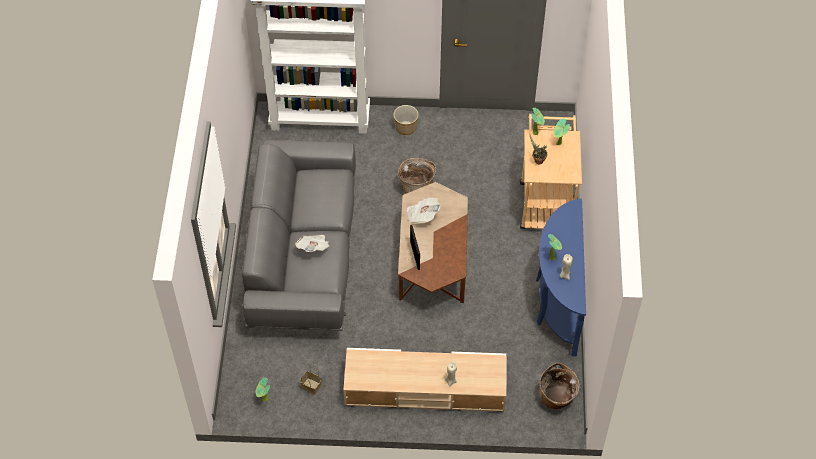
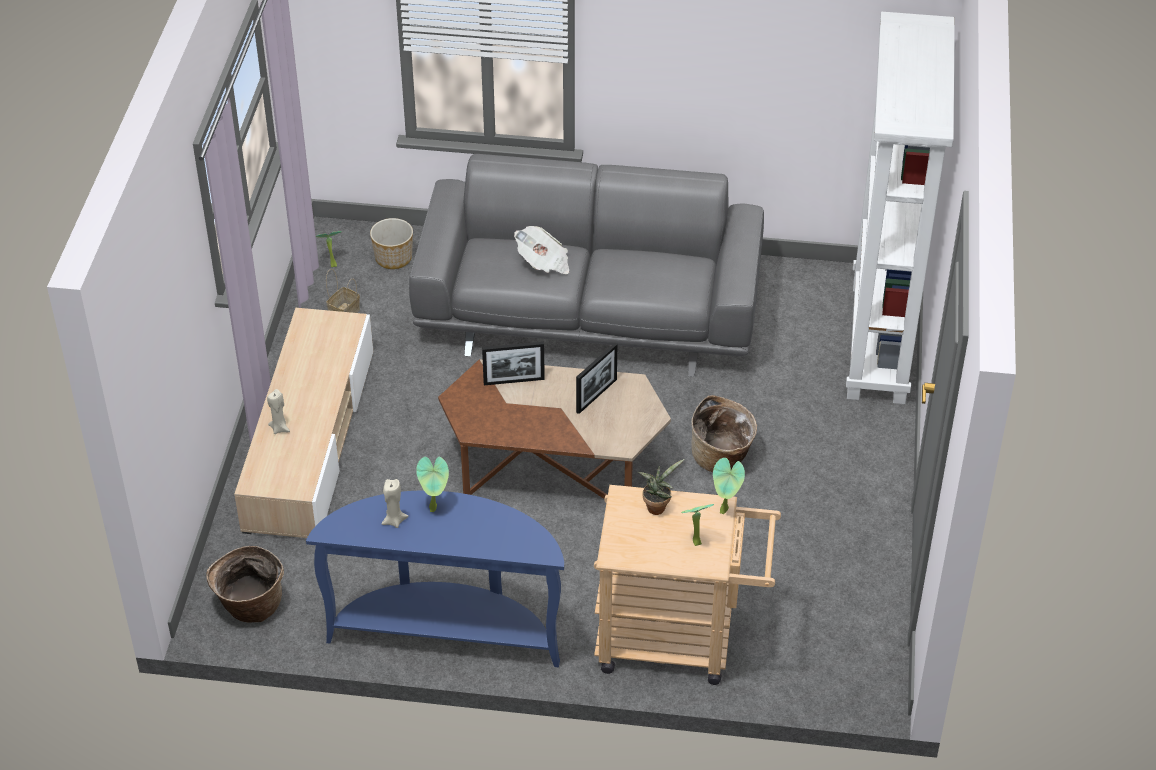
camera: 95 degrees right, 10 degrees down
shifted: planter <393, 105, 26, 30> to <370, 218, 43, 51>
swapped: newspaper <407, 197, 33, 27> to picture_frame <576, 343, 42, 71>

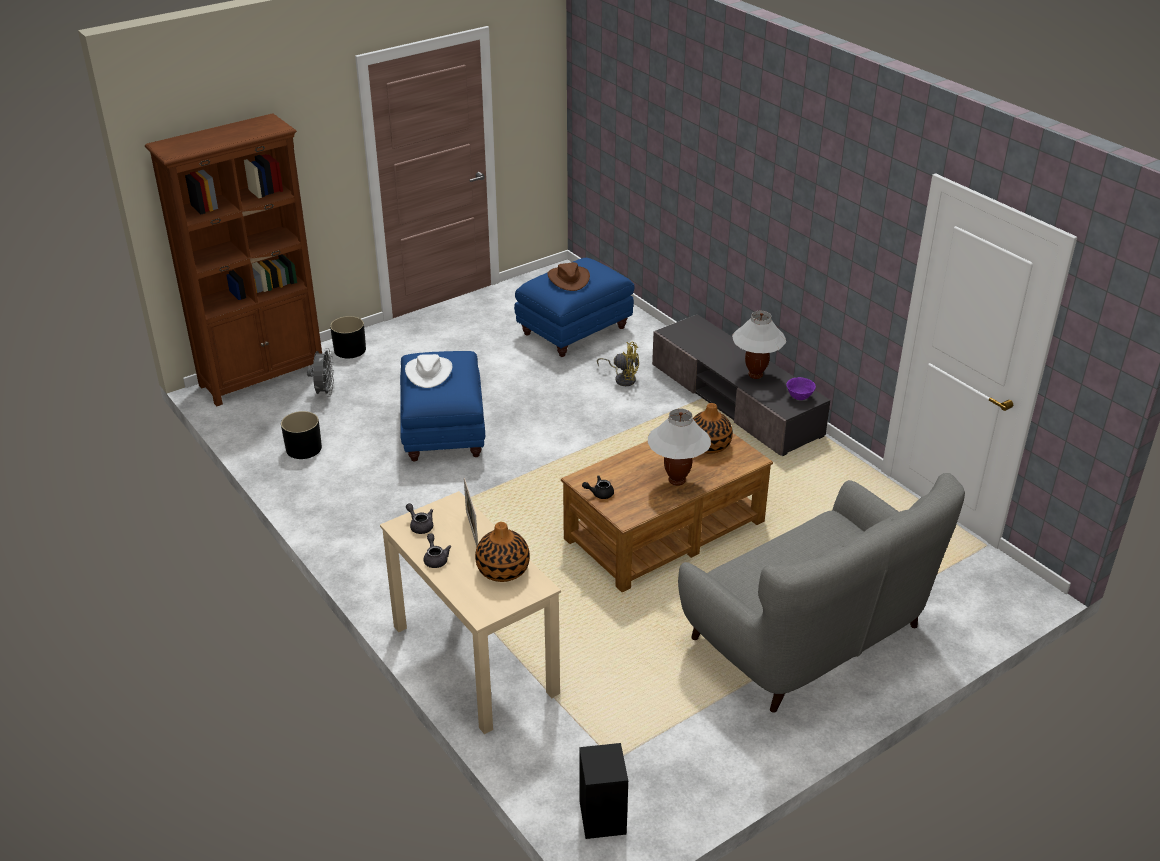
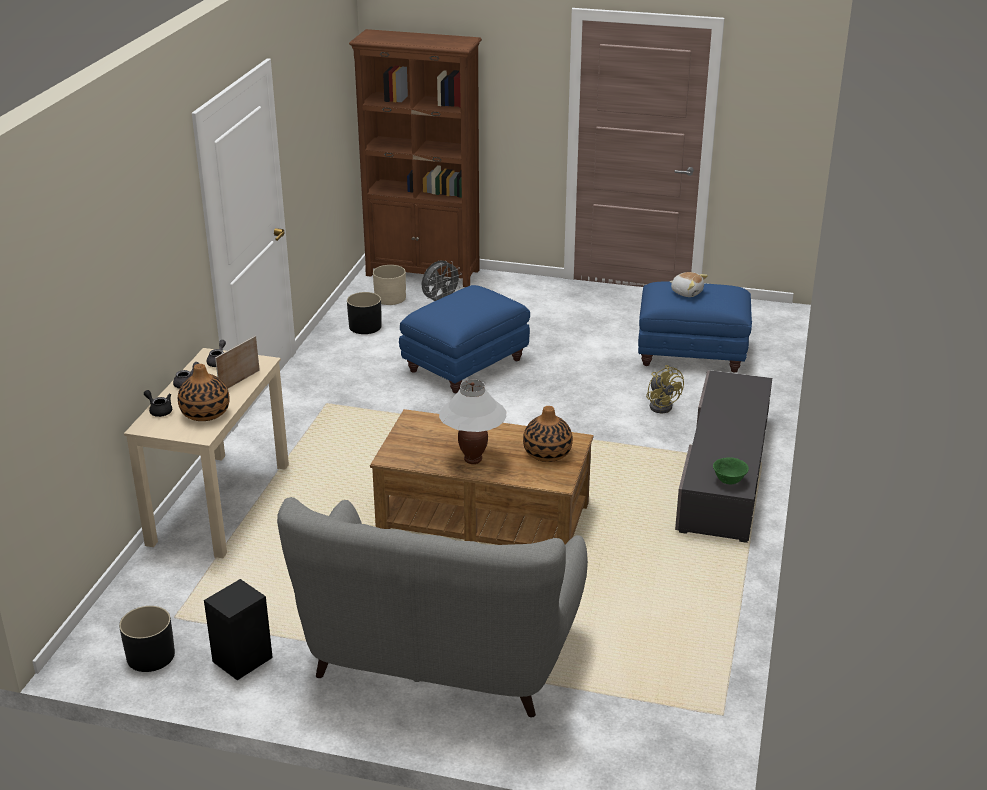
camera: 50 degrees right, 5 degrees down
gone: white_hat <405, 354, 47, 34>; white_table_lamp <732, 311, 54, 68>
new: beige_planter <373, 265, 33, 40>
shifted: black_planter <330, 316, 36, 42> to <119, 606, 56, 66>; black_speaker <579, 743, 49, 96> to <204, 579, 69, 101>; black_teapot <582, 475, 32, 24> to <144, 390, 28, 27>
swapped: brown_hat <547, 262, 43, 29> to plush_toy <670, 272, 38, 25>
repainted: purple_bowl <786, 377, 30, 23> to green_bowl <713, 457, 36, 28>

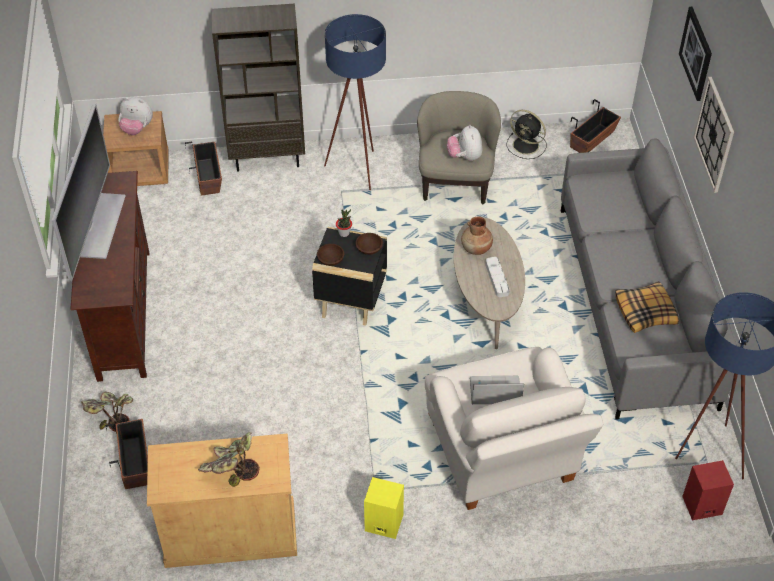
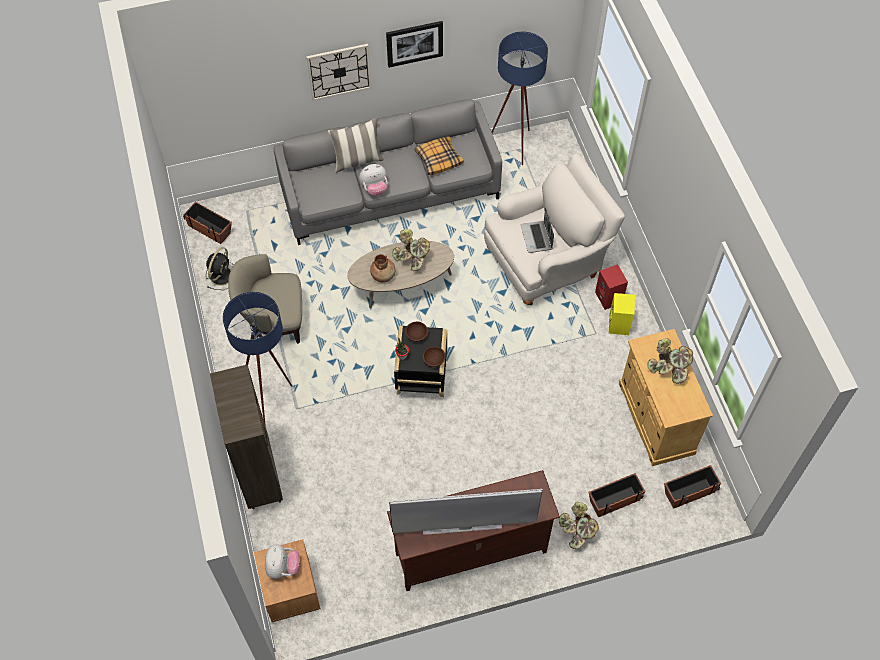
camera: 100 degrees left, 10 degrees up
new: pillow <328, 118, 56, 55>
shifted: planter <185, 142, 37, 54> to <664, 465, 57, 44>; plush_toy <447, 125, 35, 36> to <359, 164, 28, 32>; picture <679, 7, 33, 94> to <386, 21, 57, 47>; red_speaker <682, 460, 52, 60> to <595, 264, 33, 46>
swapped: grey_tray <486, 257, 23, 40> to potted_plant <392, 229, 38, 42>

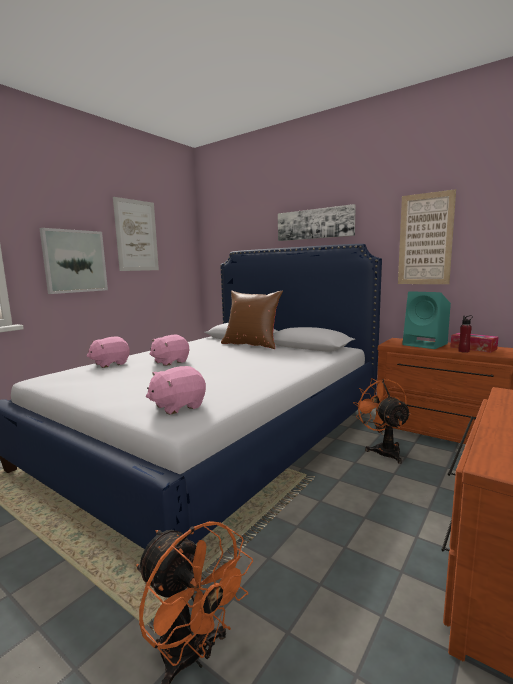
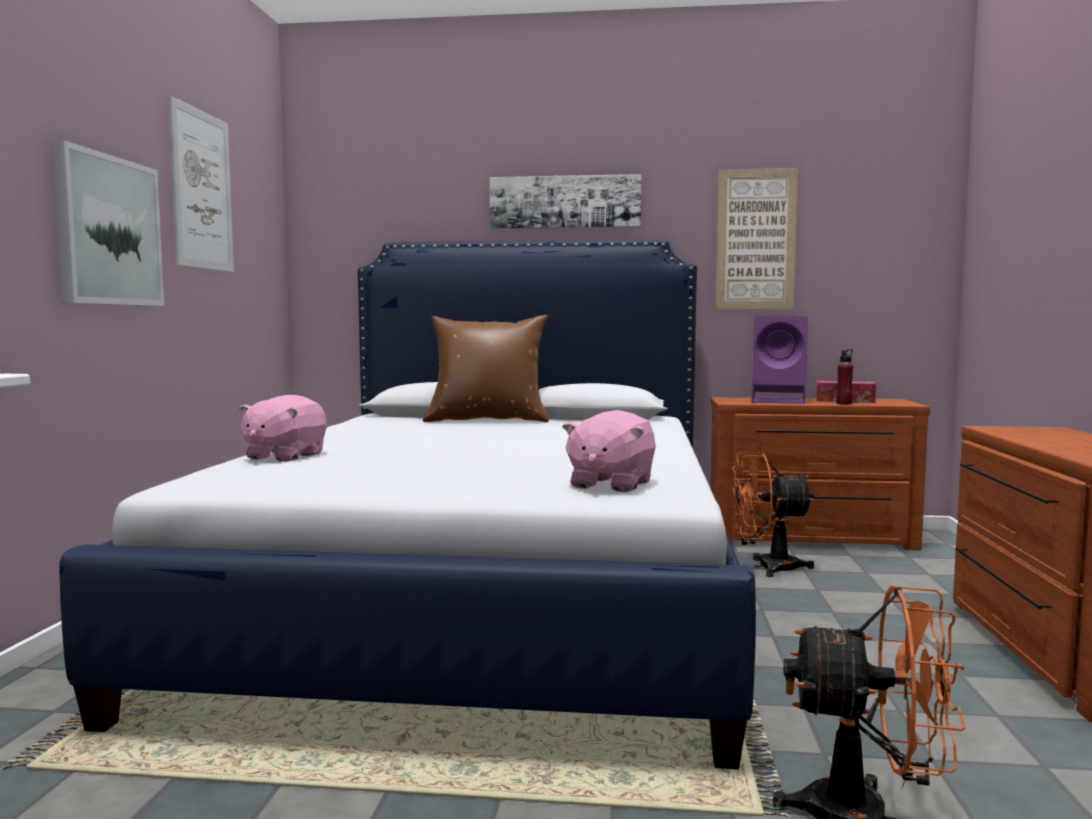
camera: 30 degrees left, 5 degrees down
gone: pink_plush_toy <150, 335, 39, 31>
repainted: turquoise_speaker <402, 291, 49, 58> to purple_speaker <751, 316, 57, 88>
rotated: orange_fan <353, 378, 58, 86> = <731, 451, 83, 126> 45 degrees counterclockwise

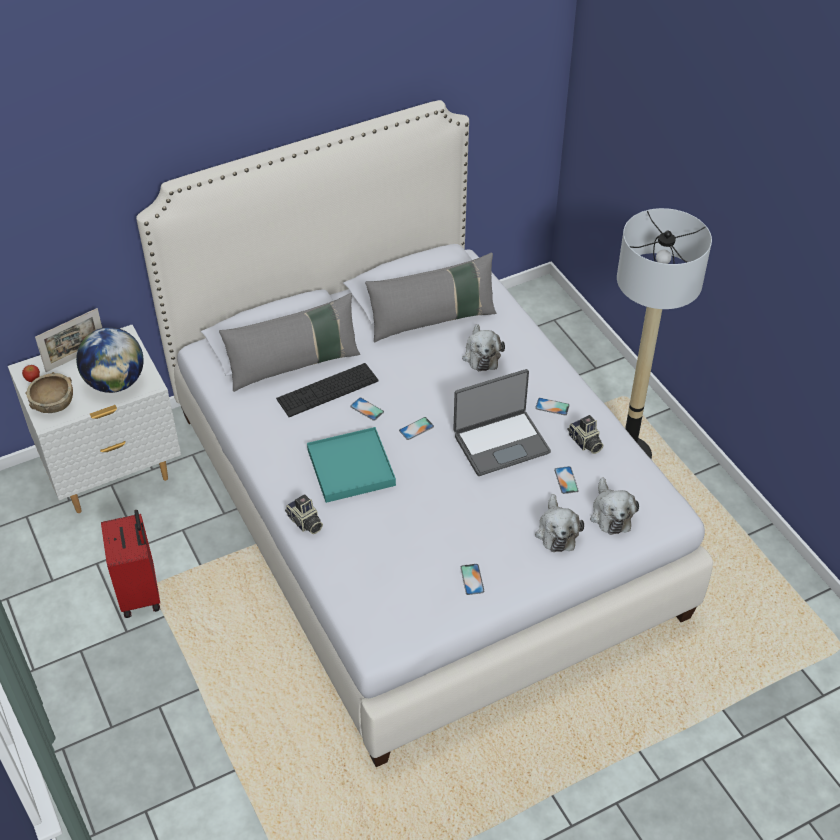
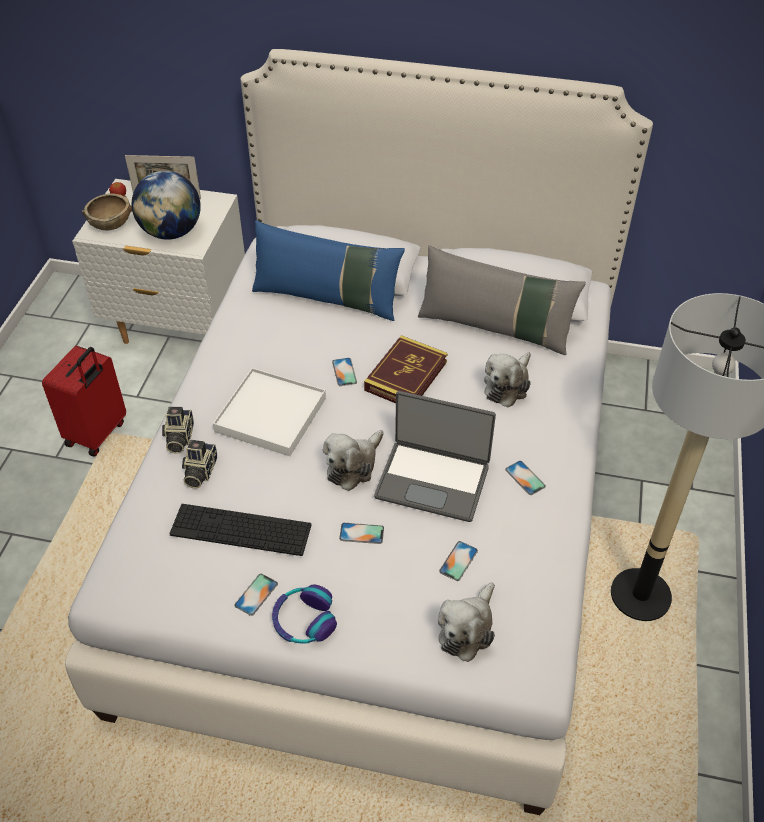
camera: 40 degrees right, 0 degrees up
new: headphones <272, 585, 65, 59>; book <364, 335, 84, 68>
shifted: keyboard <276, 363, 103, 54> to <169, 504, 143, 52>; phone <399, 417, 35, 23> to <339, 523, 45, 21>; plush_toy <535, 494, 49, 58> to <323, 430, 60, 61>; photo_camera <567, 415, 36, 39> to <182, 440, 35, 48>
repainted: grey_pillow <219, 293, 141, 99> to blue_pillow <252, 220, 153, 101>; turquoise_tray <307, 427, 89, 76> to white_tray <213, 368, 113, 88>

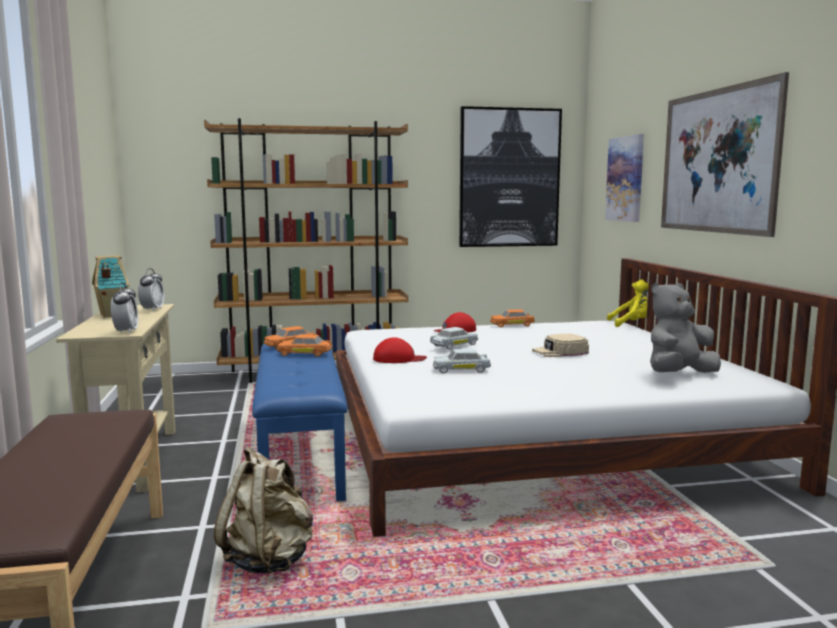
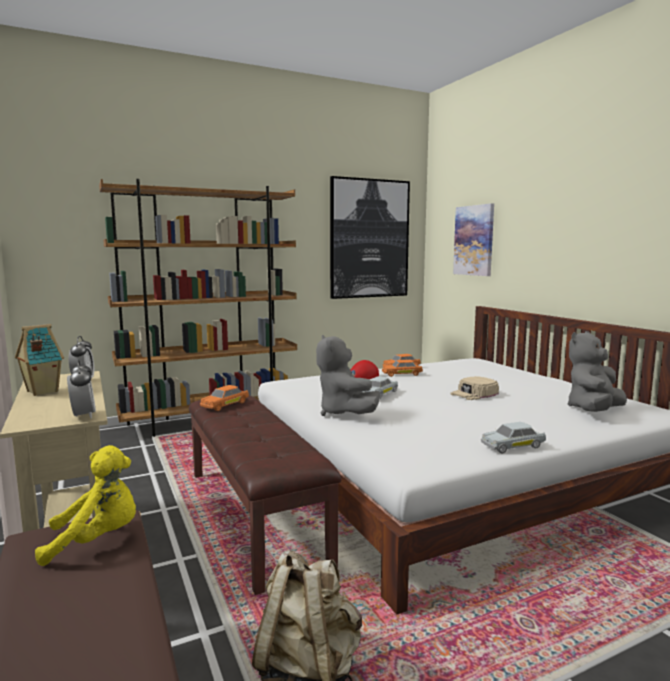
camera: 15 degrees left, 0 degrees up
gone: picture <661, 72, 128, 165>
shifted: orange_toy_car <277, 334, 55, 23> to <382, 360, 41, 17>; white_toy_car <433, 349, 58, 24> to <481, 422, 65, 32>; yellow_plush_toy <607, 279, 42, 48> to <35, 445, 101, 121>
swapped: red_cap <373, 337, 54, 26> to grey_plush_toy <316, 335, 64, 81>
repainted: blue_bench <252, 344, 96, 158> to brown_bench <189, 395, 153, 200>

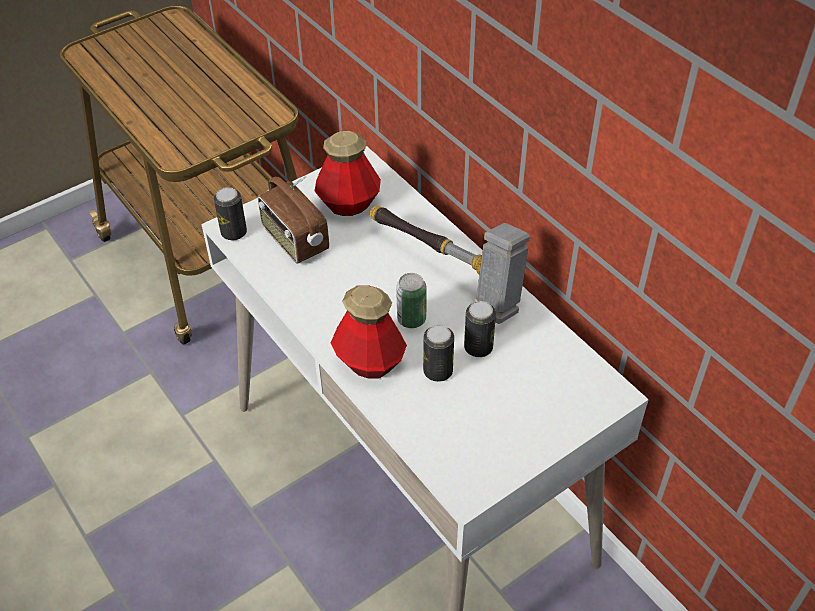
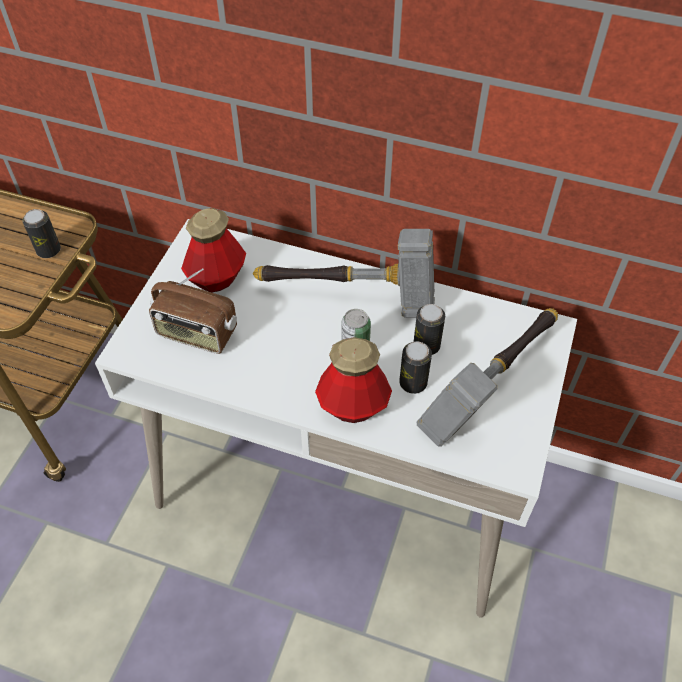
camera: 35 degrees left, 5 degrees up
new: hammer <417, 308, 141, 139>
shifted: can <214, 187, 33, 53> to <23, 209, 38, 49>

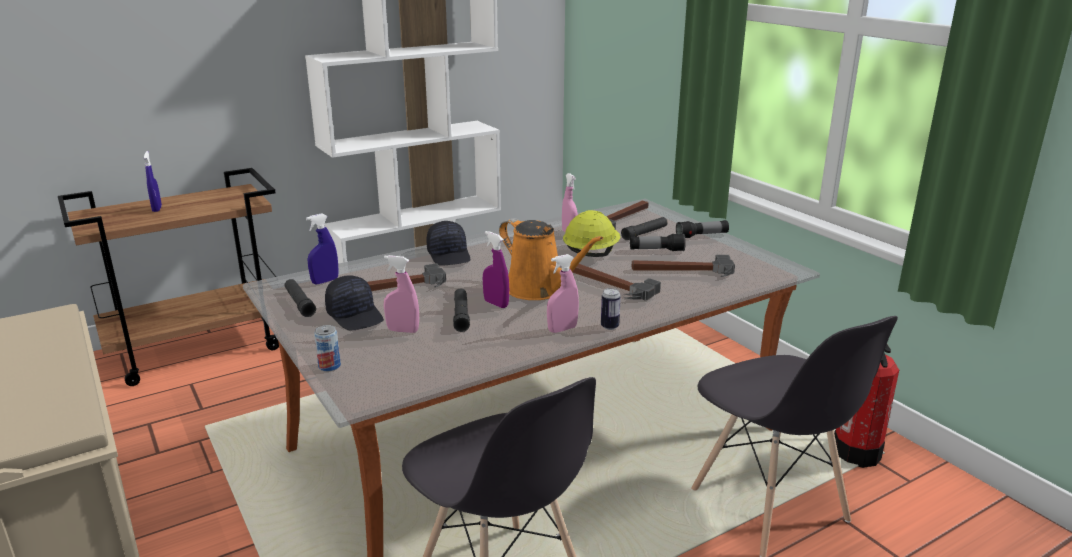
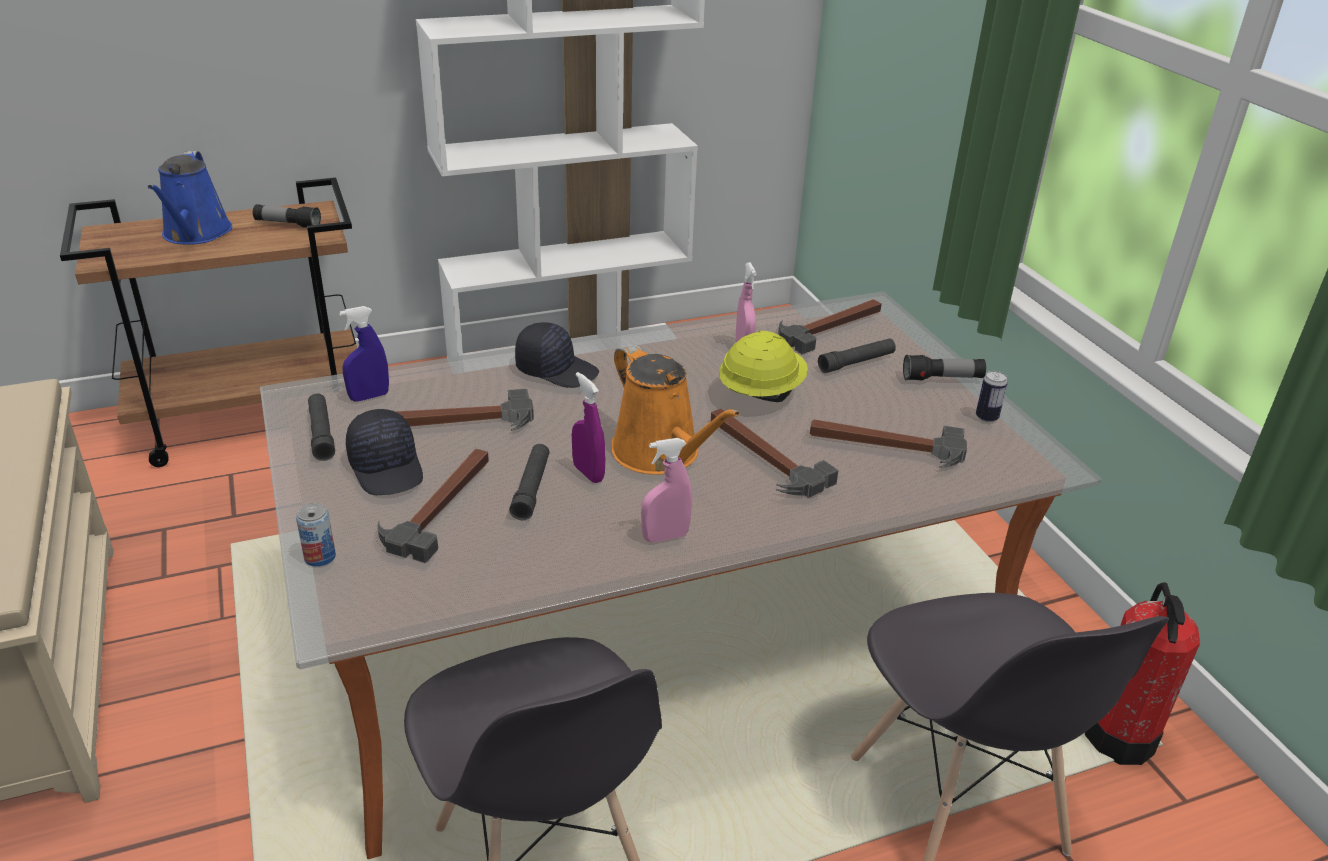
camera: 10 degrees right, 10 degrees up
shifted: can <601, 288, 20, 42> to <976, 371, 32, 51>; flashlight <630, 234, 56, 17> to <253, 204, 68, 23>
swapped: blue_spray_bottle <144, 151, 18, 61> to blue_watering_can <148, 151, 84, 94>; pink_spray_bottle <384, 255, 35, 78> to hammer <377, 449, 112, 114>
rotated: black_cap <426, 221, 44, 45> = <515, 322, 84, 66> 60 degrees counterclockwise

